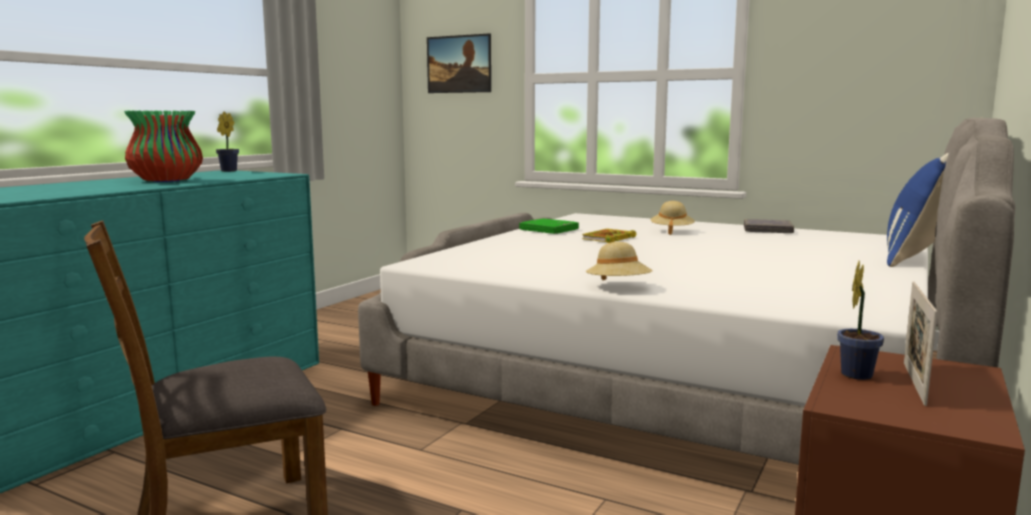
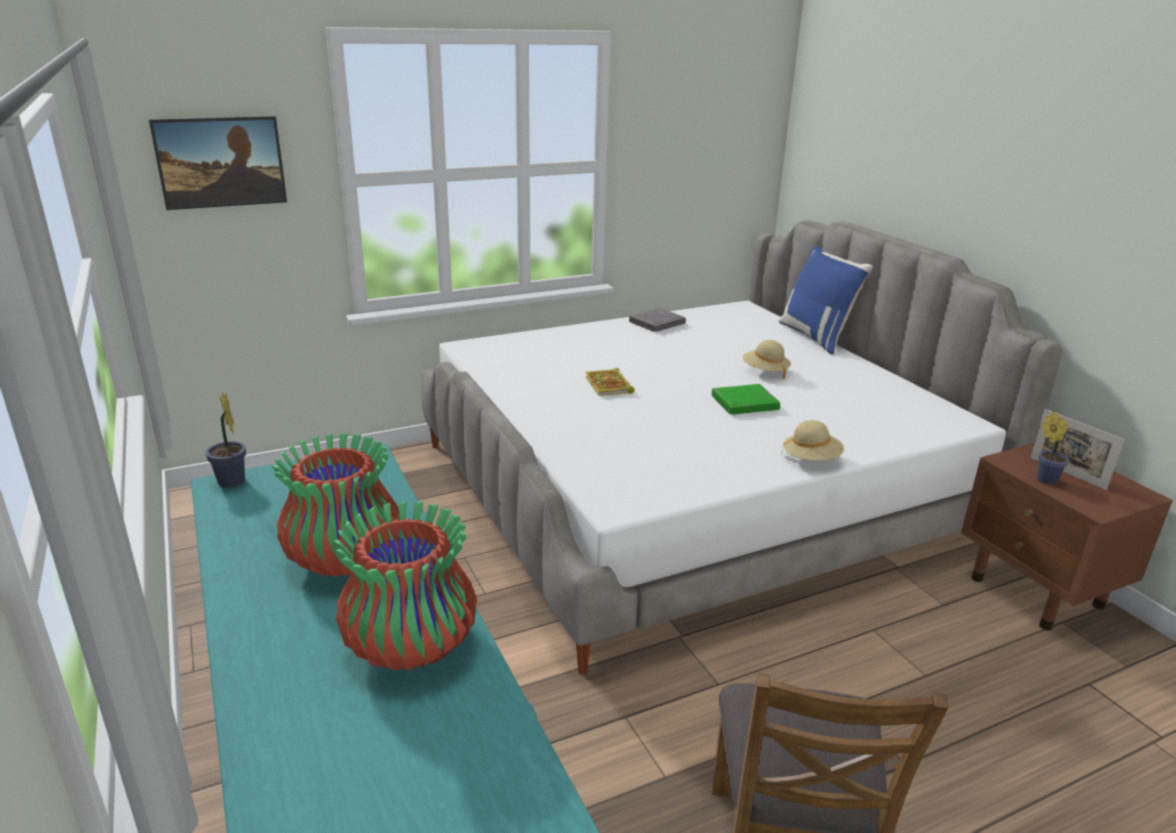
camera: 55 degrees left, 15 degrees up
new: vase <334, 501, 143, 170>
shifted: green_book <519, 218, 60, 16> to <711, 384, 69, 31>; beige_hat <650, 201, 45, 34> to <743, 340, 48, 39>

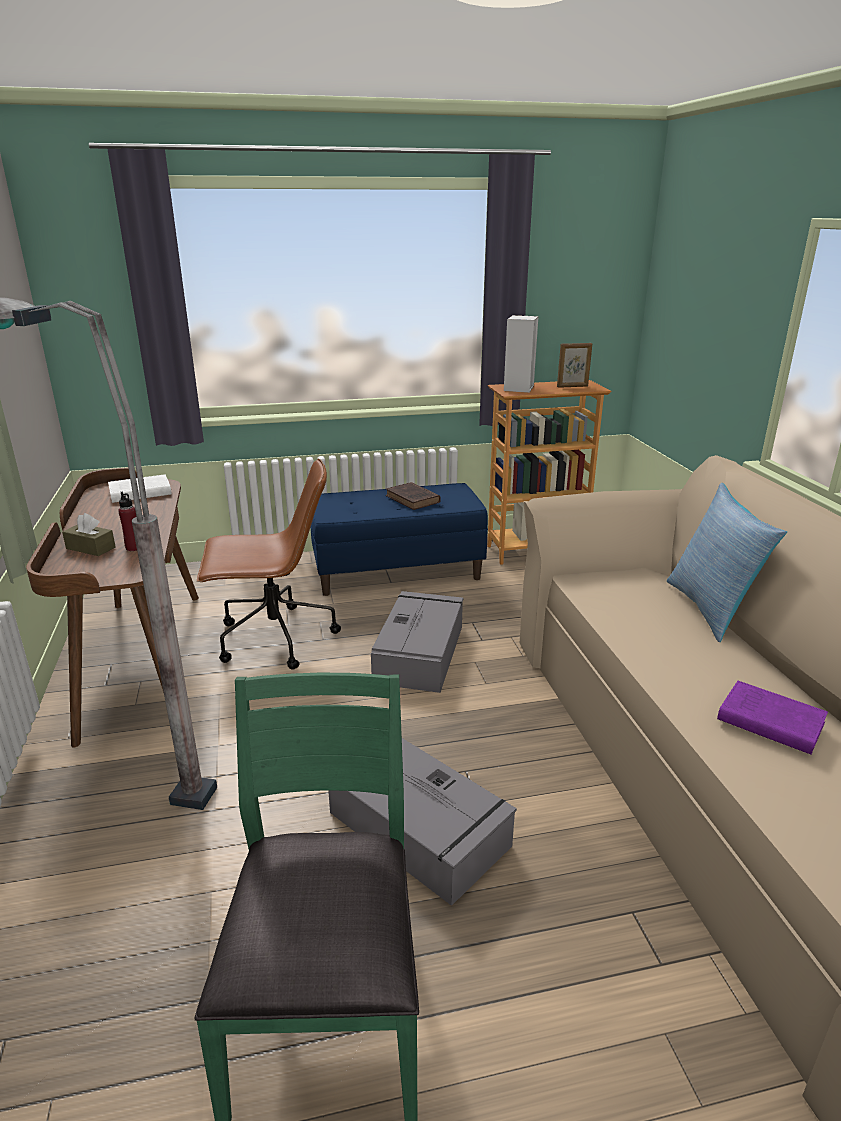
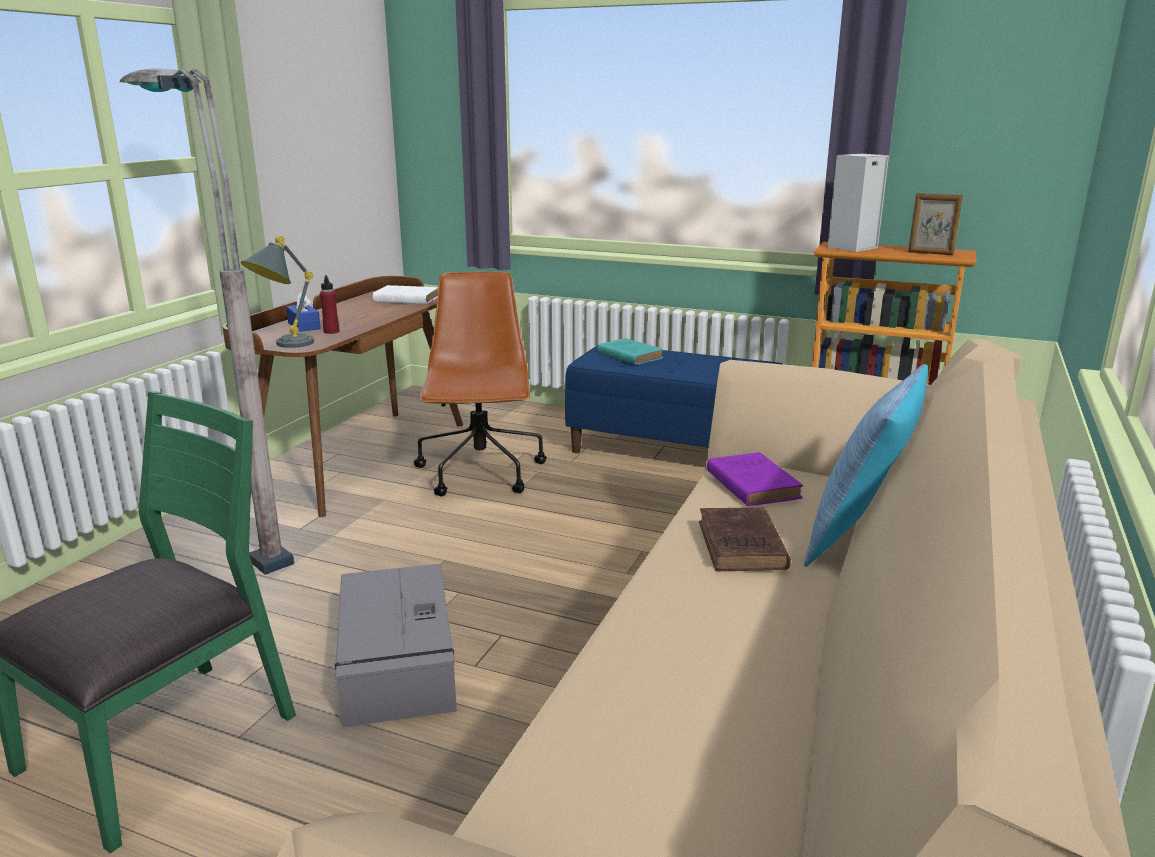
camera: 35 degrees right, 5 degrees down
gone: grey_storage_box <371, 591, 92, 102>
new: grey_table_lamp <241, 236, 73, 112>; turquoise_book <597, 338, 66, 27>
shifted: brown_book <386, 482, 55, 28> to <699, 507, 92, 64>; purple_book <717, 681, 111, 73> to <707, 452, 96, 54>
repainted: brown_tissue_box <62, 513, 54, 43> to blue_tissue_box <286, 293, 35, 39>
rotated: brown_office_chair <197, 459, 144, 211> = <414, 272, 133, 224> 120 degrees counterclockwise

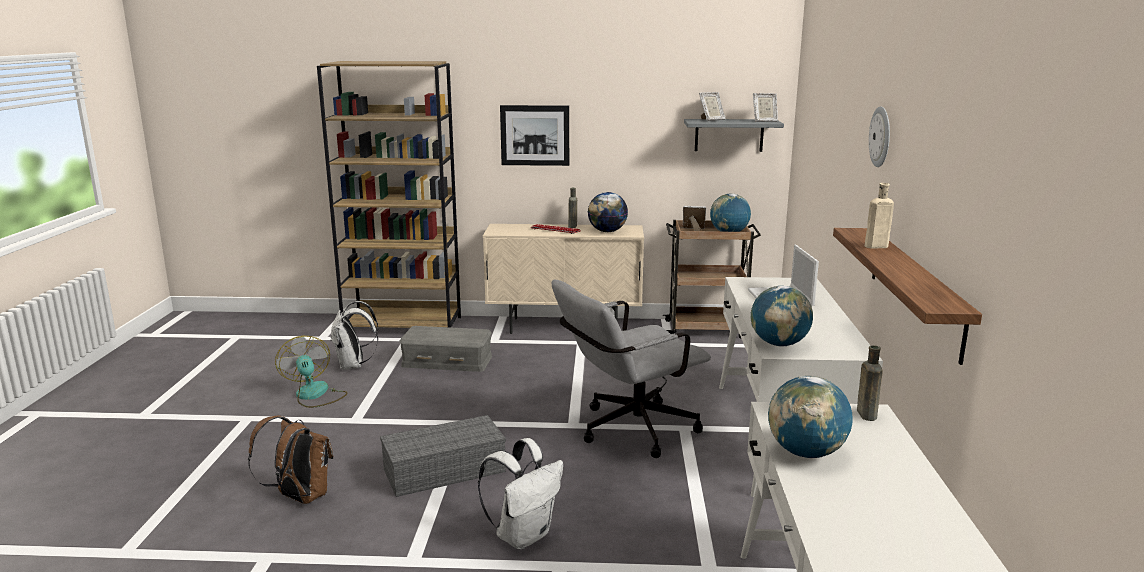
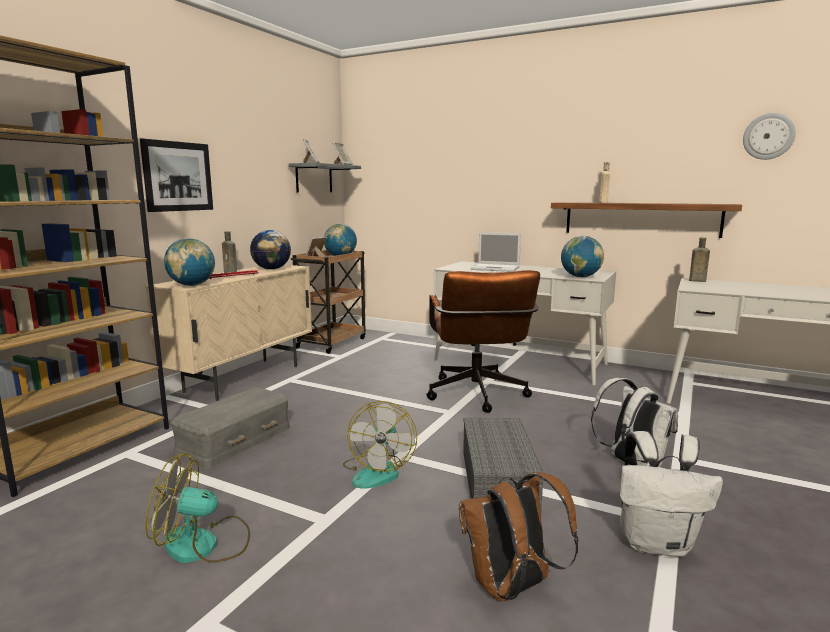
camera: 65 degrees left, 5 degrees down
new: fan <343, 401, 74, 88>
shifted: white_backpack <330, 301, 49, 69> to <620, 431, 103, 126>; globe <768, 376, 84, 82> to <164, 238, 51, 48>; wall_clock <869, 106, 21, 61> to <743, 113, 53, 47>
repainted: grey_office_chair <552, 280, 159, 178> to brown_office_chair <426, 270, 114, 143>

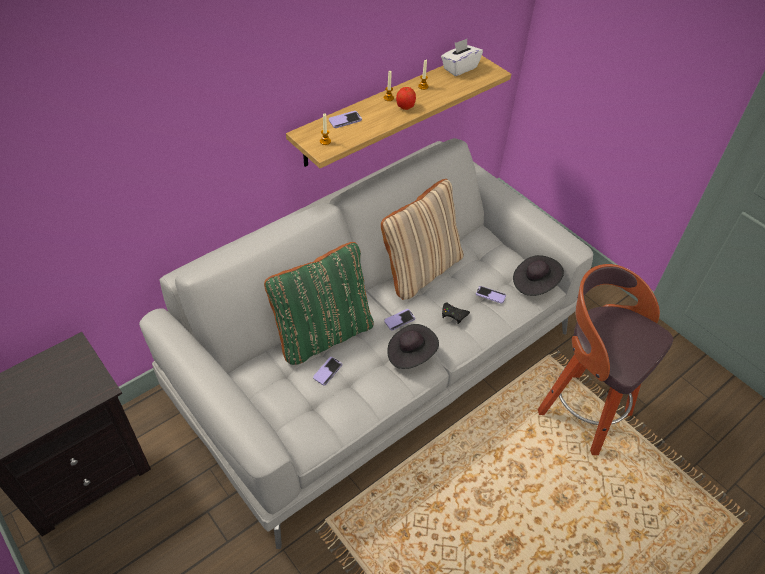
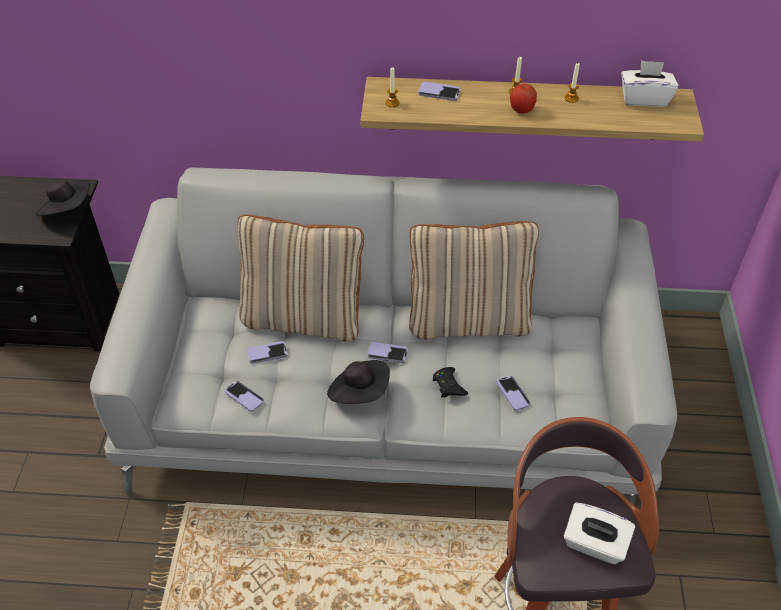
camera: 45 degrees right, 0 degrees up
new: phone <224, 381, 40, 31>; white_tissue_box <564, 503, 71, 61>
shifted: black_hat <513, 255, 51, 41> to <35, 180, 55, 36>
repainted: green_pillow <264, 242, 110, 123> to beige_pillow <238, 214, 126, 128>

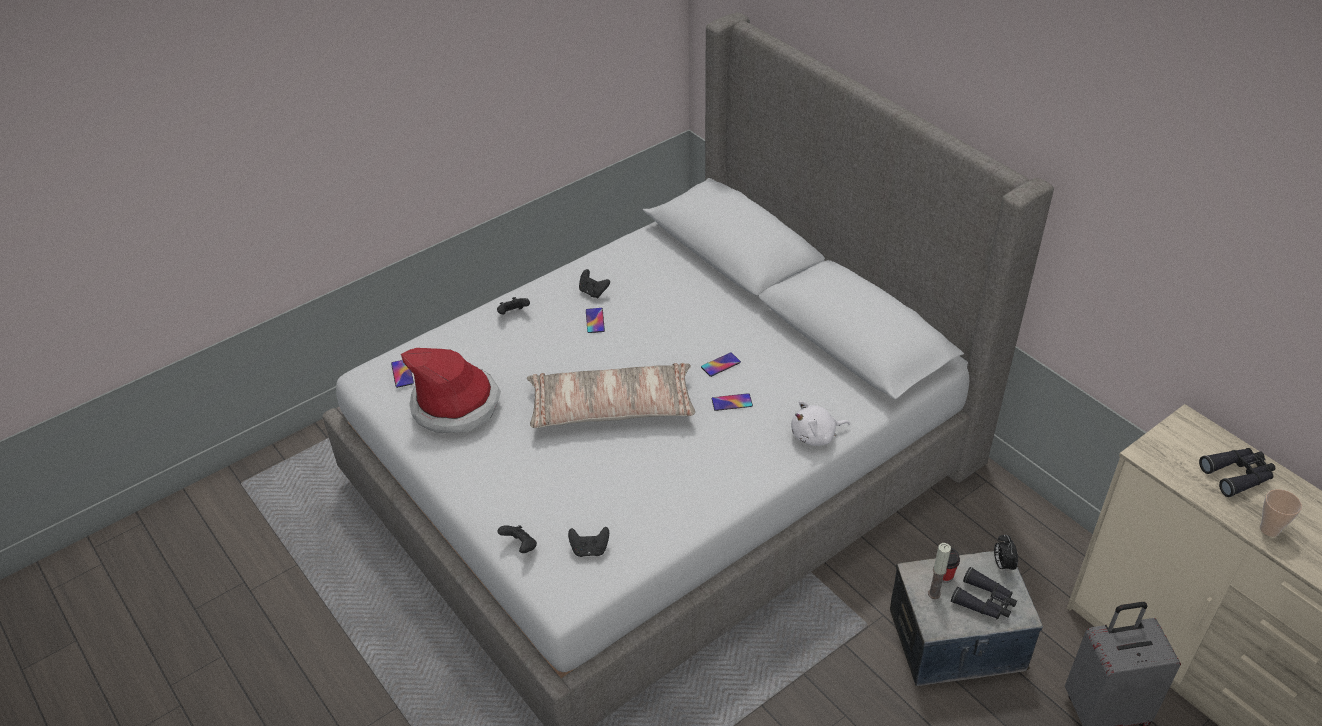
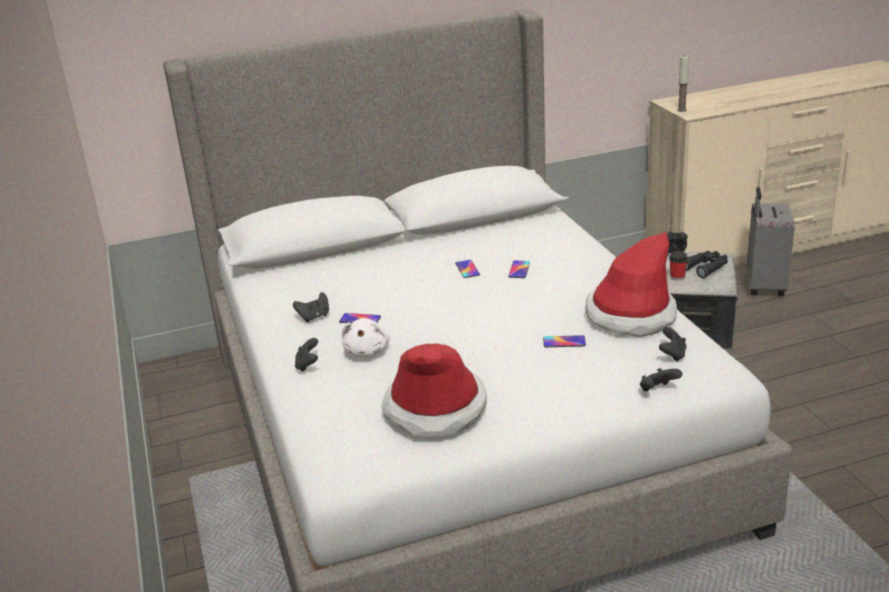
camera: 70 degrees left, 15 degrees down
gone: pillow <527, 363, 168, 65>; black_binoculars <1199, 448, 76, 49>; cup <1260, 489, 42, 48>
new: hat <585, 232, 92, 105>
shifted: phone <391, 360, 23, 28> to <543, 335, 43, 12>; white_plush_toy <791, 401, 59, 45> to <342, 318, 48, 39>; candle <928, 543, 23, 56> to <677, 56, 12, 56>

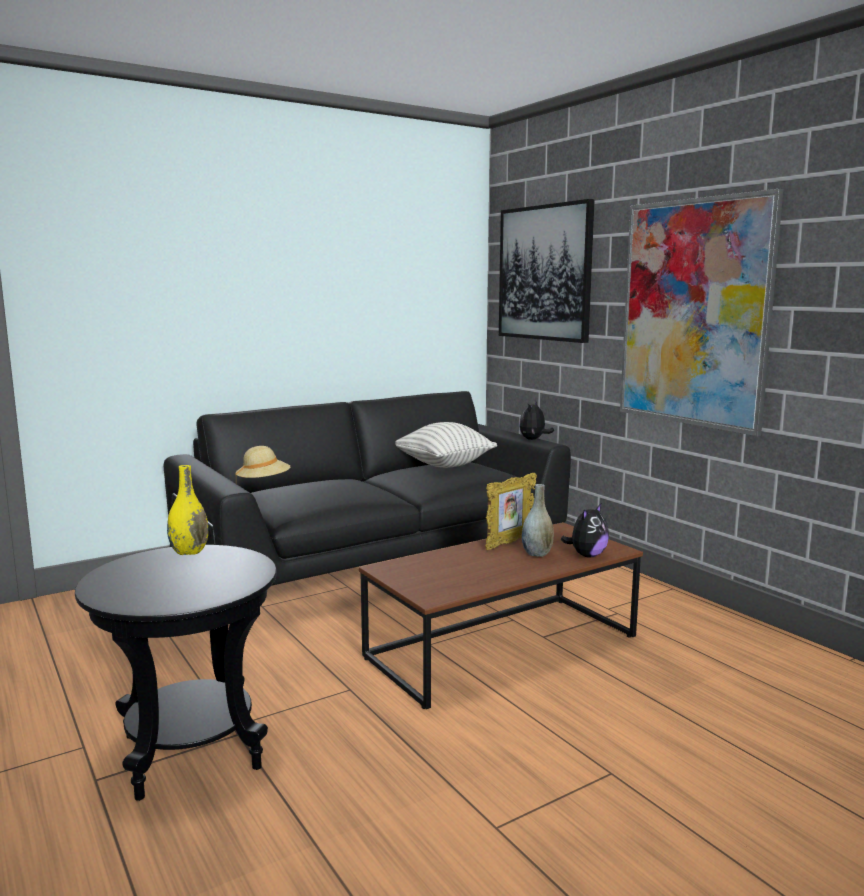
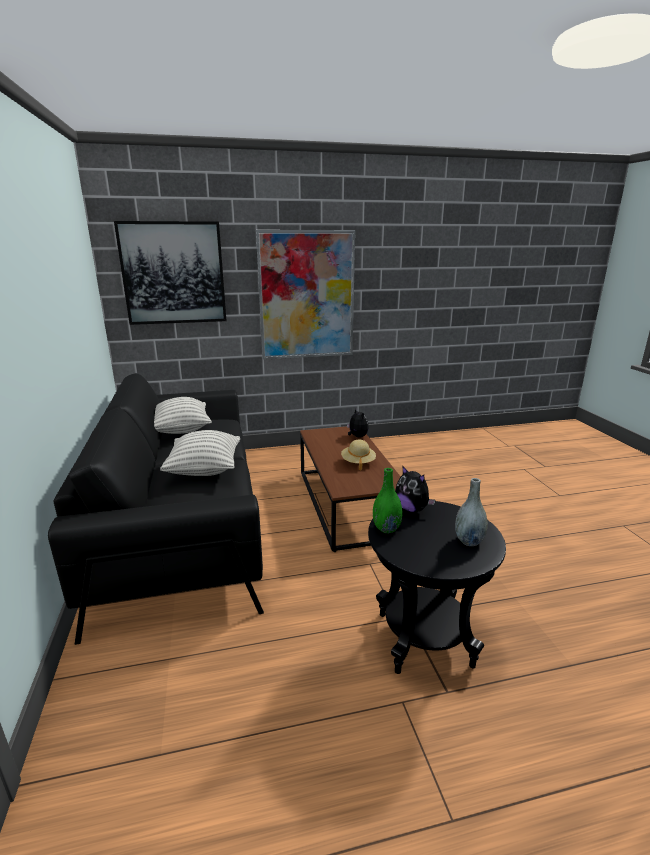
camera: 70 degrees left, 10 degrees up
gone: picture_frame <485, 473, 52, 77>
new: pillow <160, 430, 80, 46>
shifted: beige_hat <235, 446, 55, 39> to <341, 440, 35, 30>; plush_toy <519, 402, 35, 38> to <395, 465, 40, 47>; grey_vase <522, 484, 32, 73> to <455, 478, 33, 68>
repainted: yellow_vase <167, 465, 41, 90> to green_vase <373, 468, 30, 65>

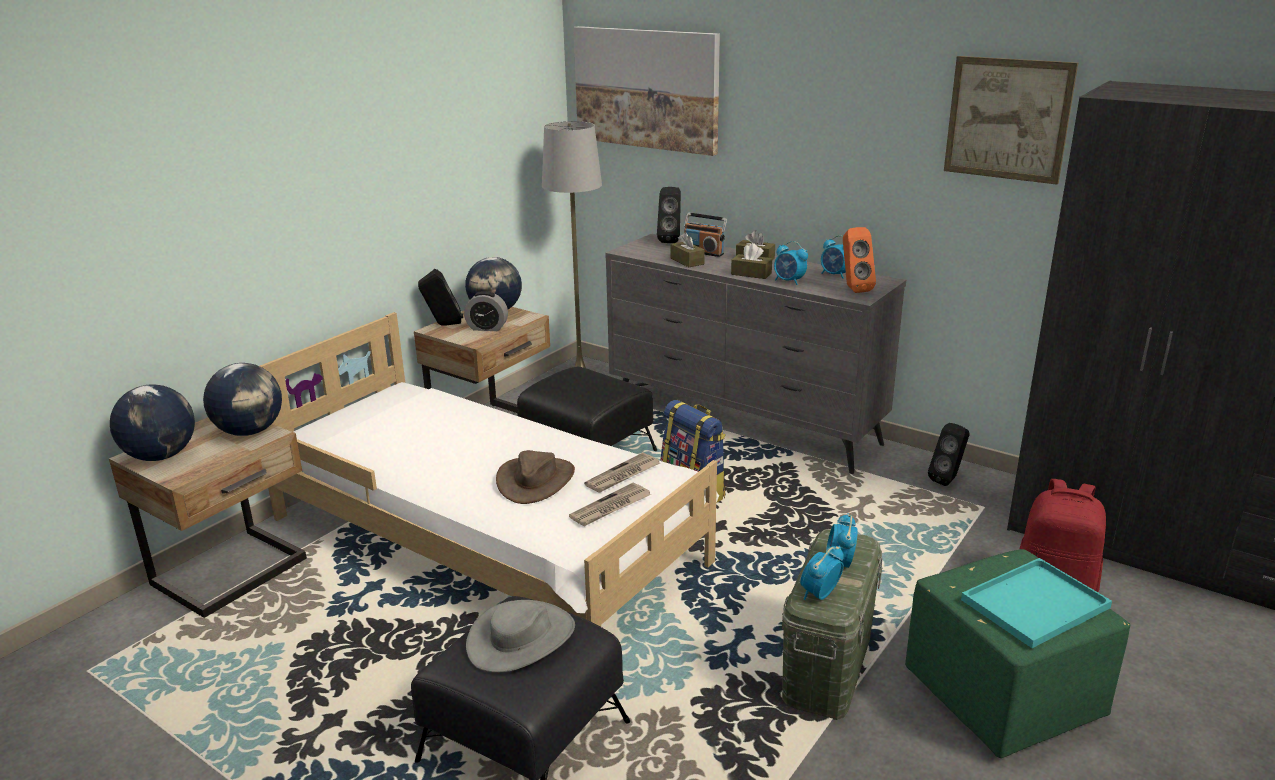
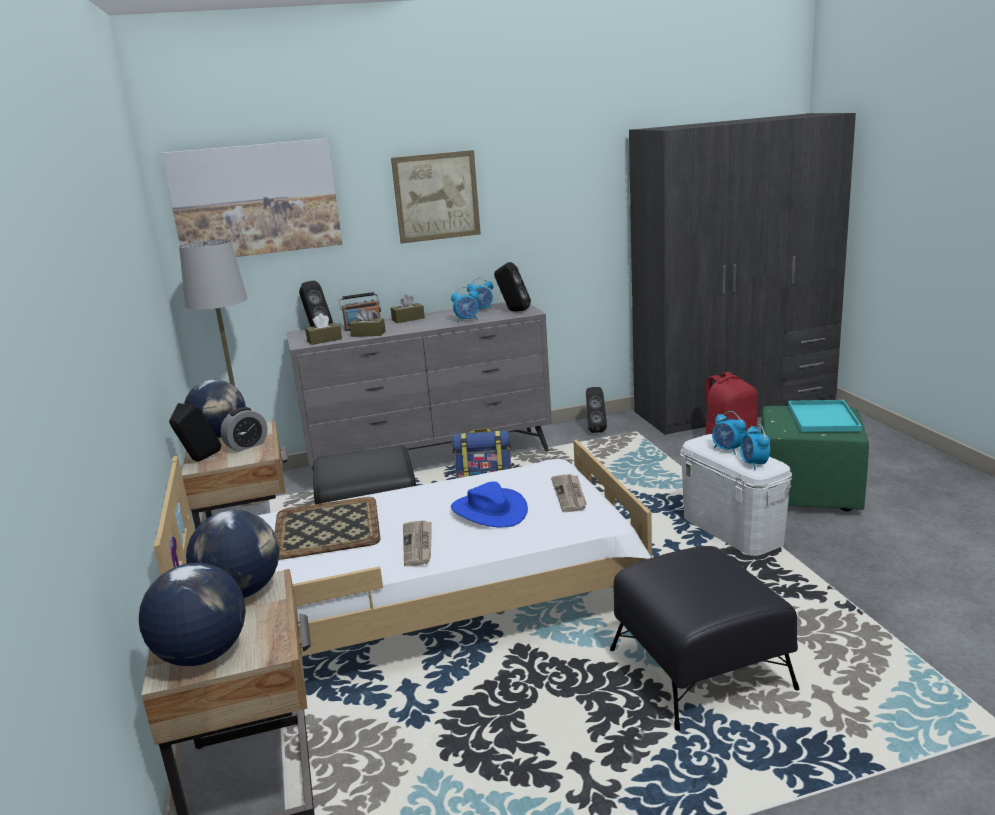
camera: 50 degrees left, 5 degrees down
gone: grey_hat <466, 600, 109, 73>
new: tray <274, 497, 106, 63>
shifted: newspaper <584, 453, 76, 40> to <403, 520, 29, 47>; brown_tissue_box <731, 243, 41, 36> to <305, 313, 37, 32>; picture <944, 56, 134, 129> to <391, 150, 90, 94>
repainted: brown_hat <496, 450, 79, 54> to blue_hat <451, 482, 77, 45>; green_storage_box <782, 529, 101, 191> to white_storage_box <680, 434, 112, 122>; orange_speaker <843, 227, 33, 66> to black_speaker <494, 262, 37, 50>

